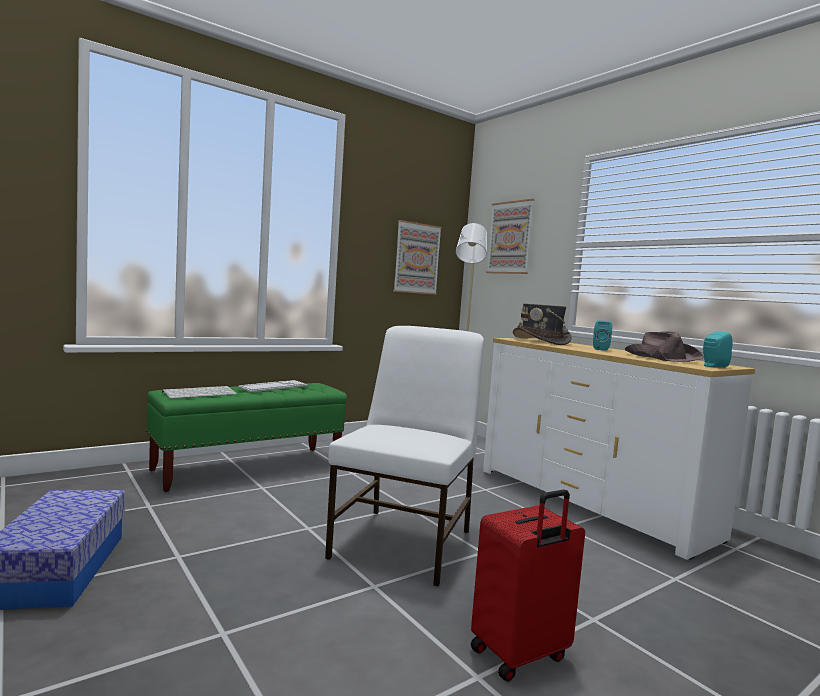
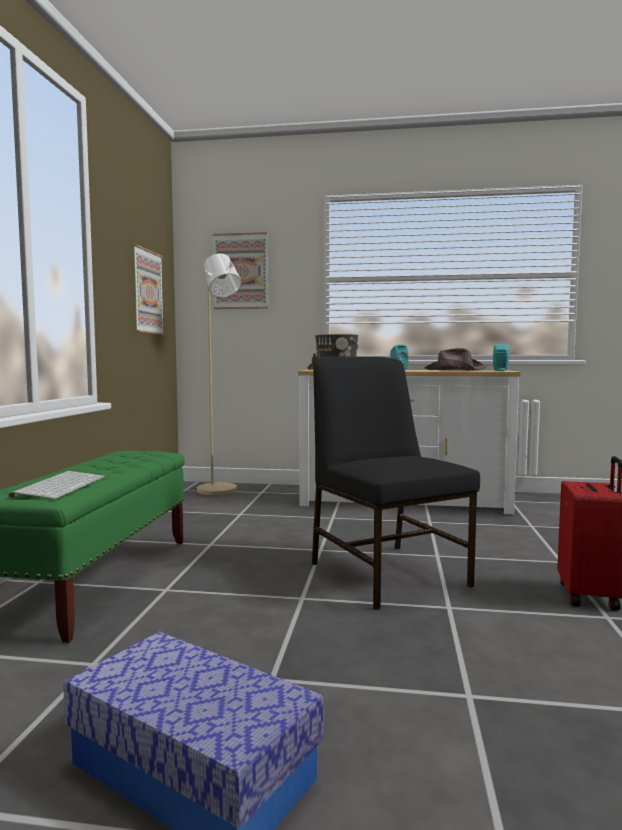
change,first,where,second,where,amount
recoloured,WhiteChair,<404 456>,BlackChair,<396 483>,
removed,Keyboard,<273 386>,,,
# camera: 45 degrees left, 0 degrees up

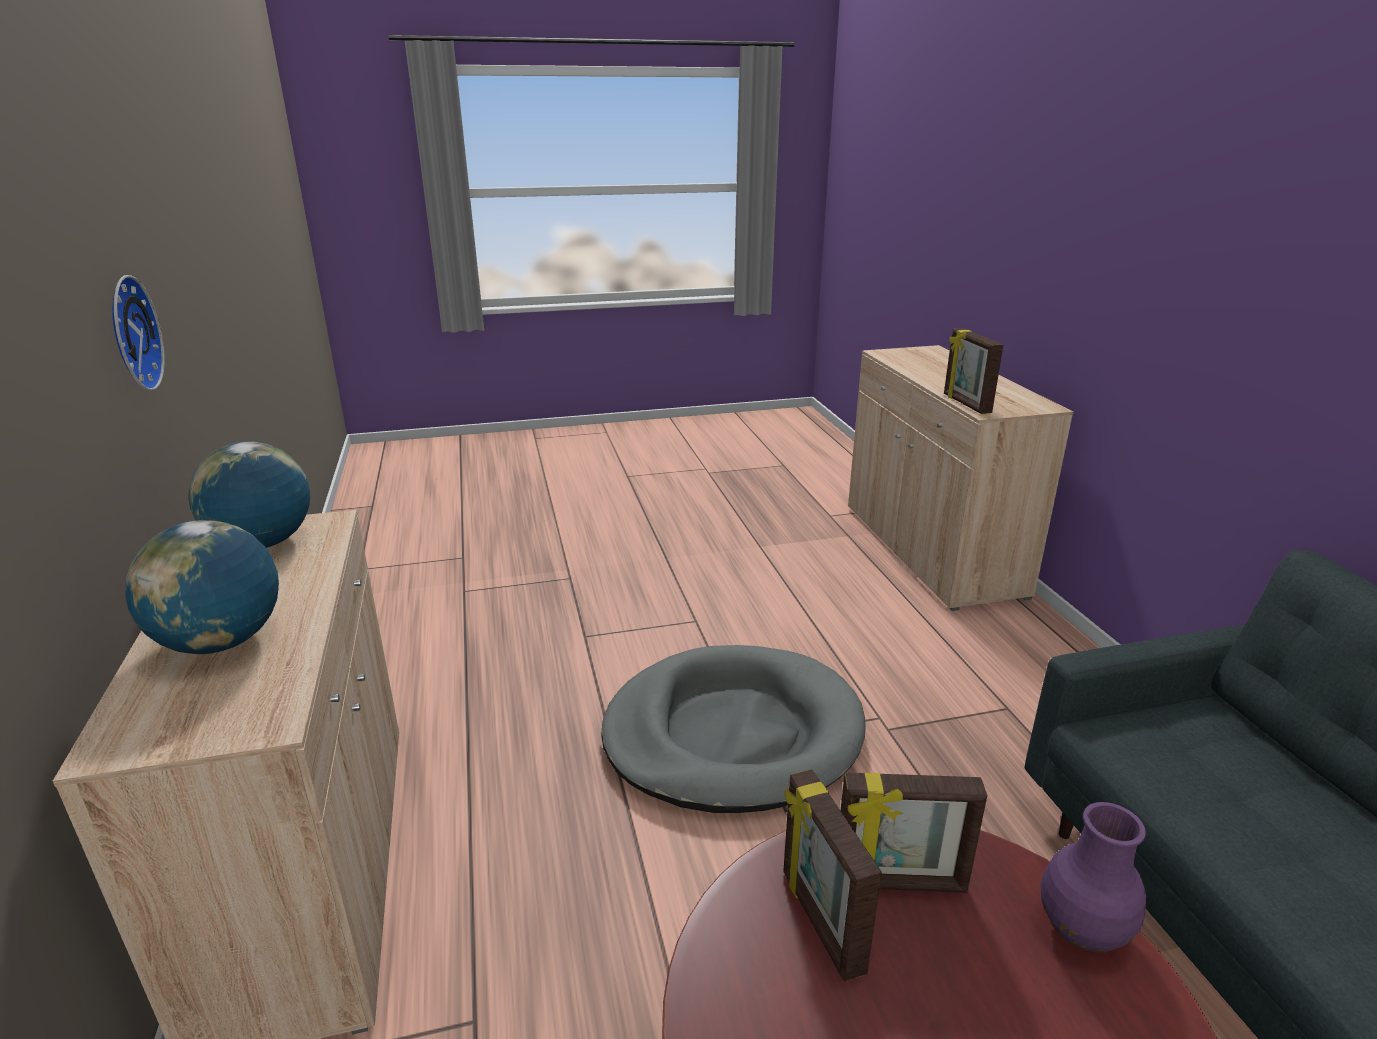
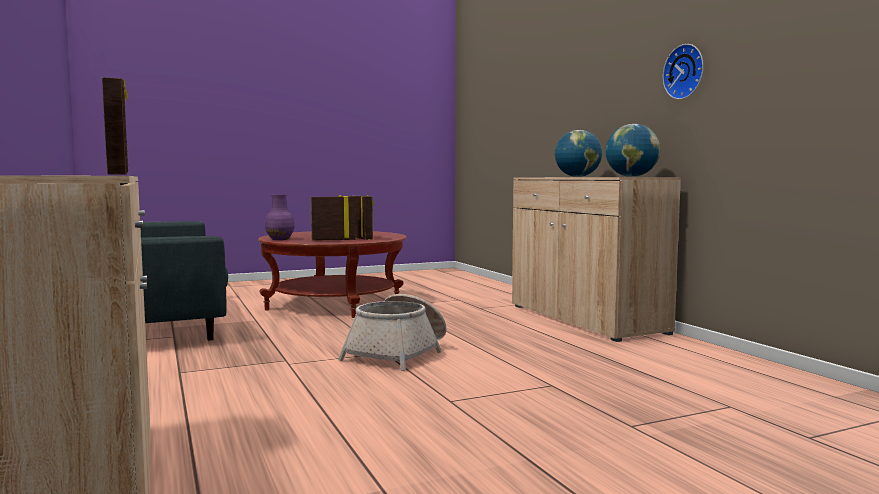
change,first,where,second,where,amount
replaced,GreyDogBed,<733 729>,Basket,<392 332>,
# camera: 170 degrees right, 20 degrees down

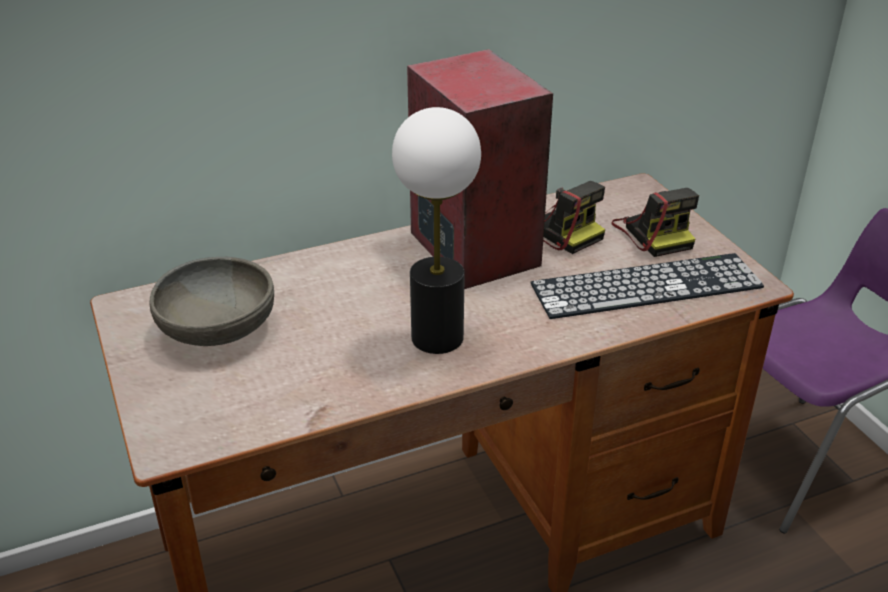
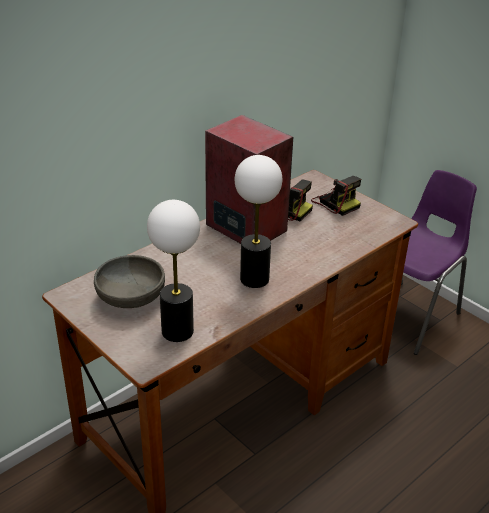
change,first,where,second,where,amount
added,,,TableLamp,<173 271>,
removed,Keyboard,<647 286>,,,
# camera: 20 degrees left, 0 degrees up

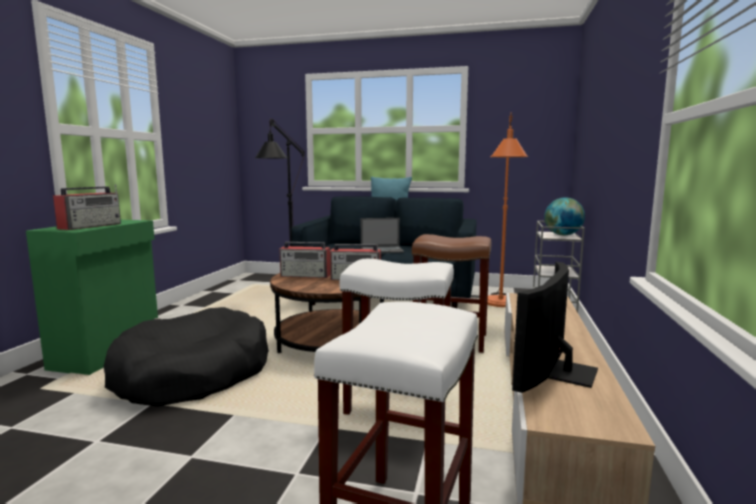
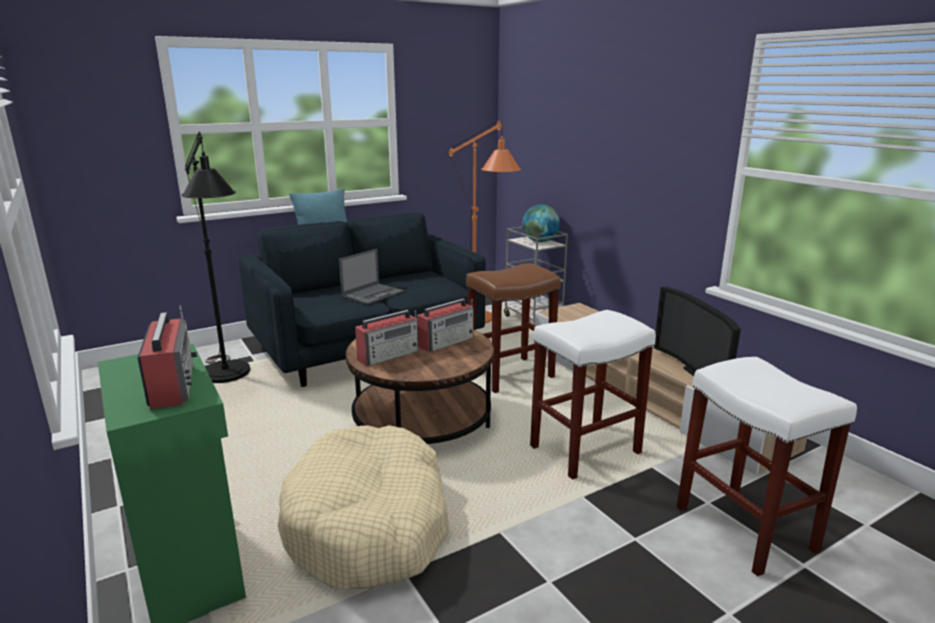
change,first,where,second,where,amount
recoloured,BlackDogBed,<186 357>,BeigeDogBed,<363 507>,
# camera: 45 degrees left, 10 degrees up

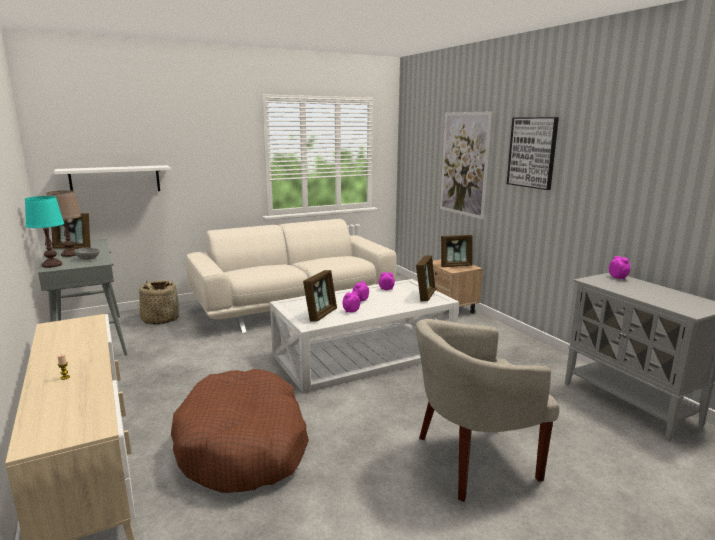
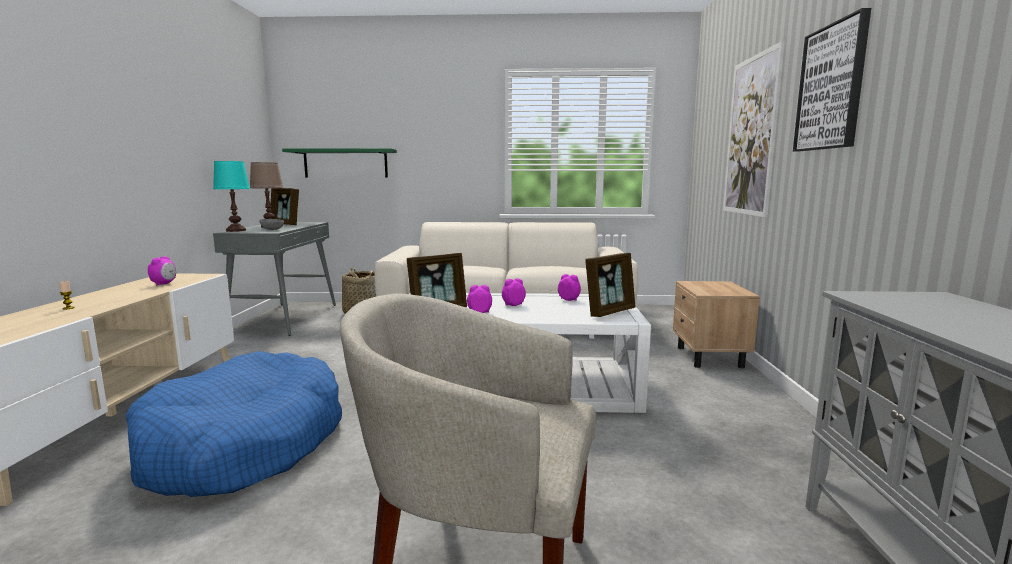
change,first,where,second,where,amount
recoloured,BrownDogBed,<240 431>,BlueDogBed,<234 424>,
moved,AlarmClock,<620 268>,,<162 270>,
recoloured,WhiteShelf,<112 178>,GreenShelf,<339 162>,
removed,PictureFrame,<457 251>,,,
# camera: 30 degrees right, 5 degrees down

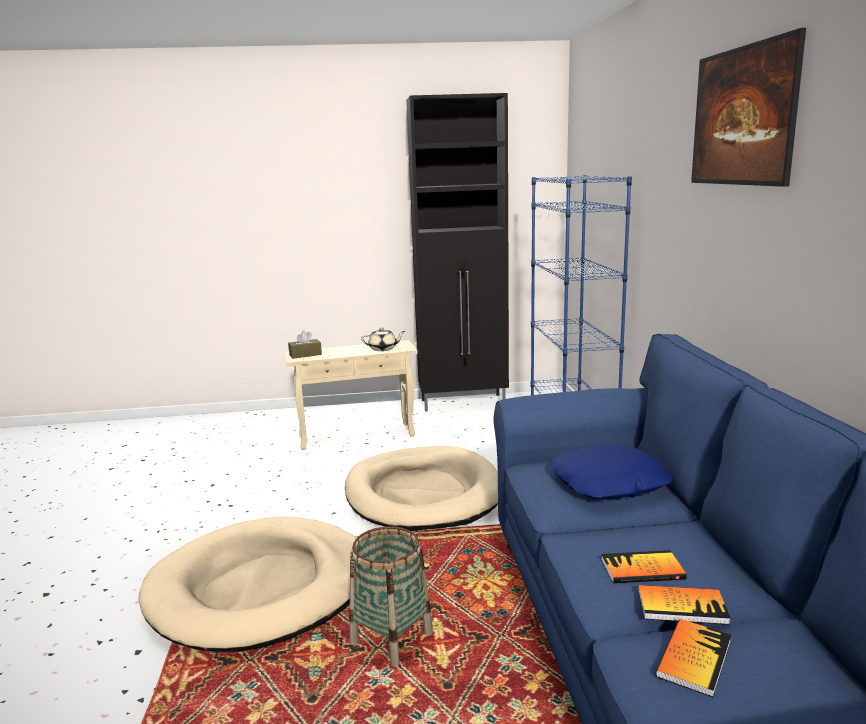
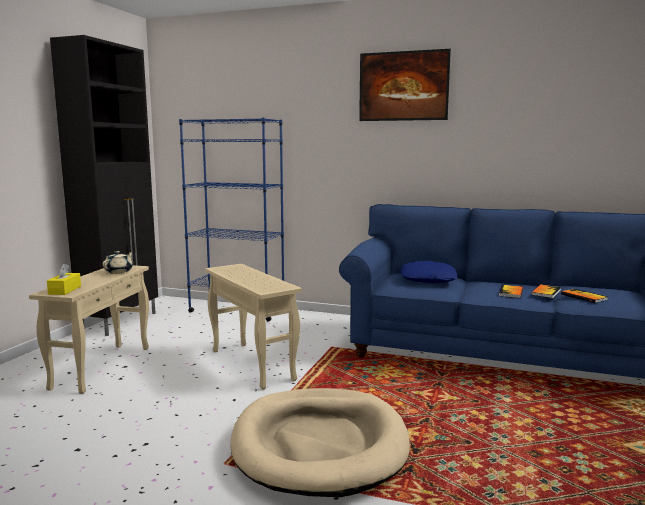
change,first,where,second,where,amount
recoloured,BrownTissueBox,<305 344>,YellowTissueBox,<64 279>,
replaced,BeigeDogBed,<421 488>,BeigeSideTable,<253 327>,
removed,Basket,<391 596>,,,
# camera: 65 degrees left, 5 degrees down

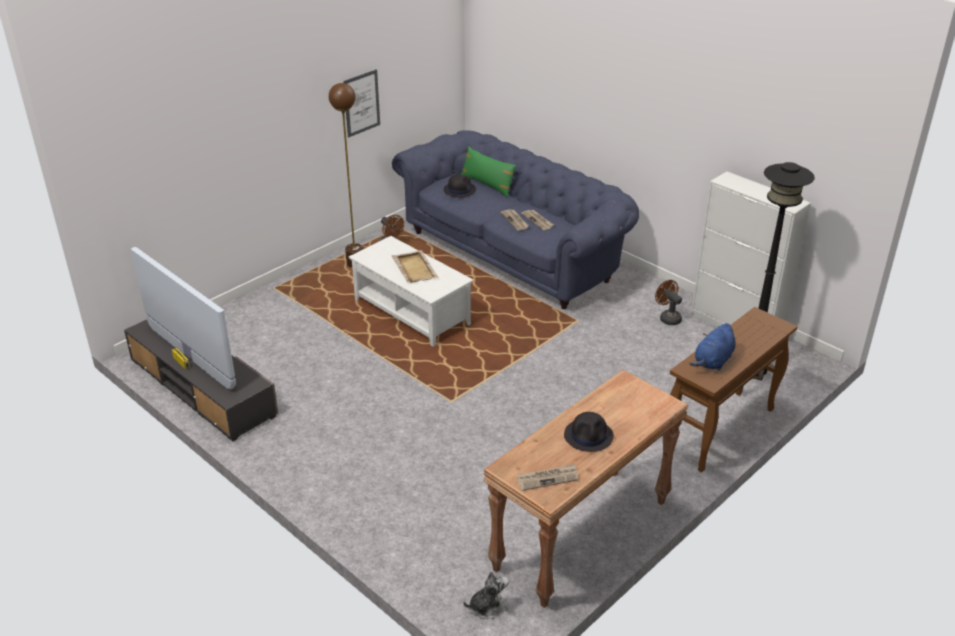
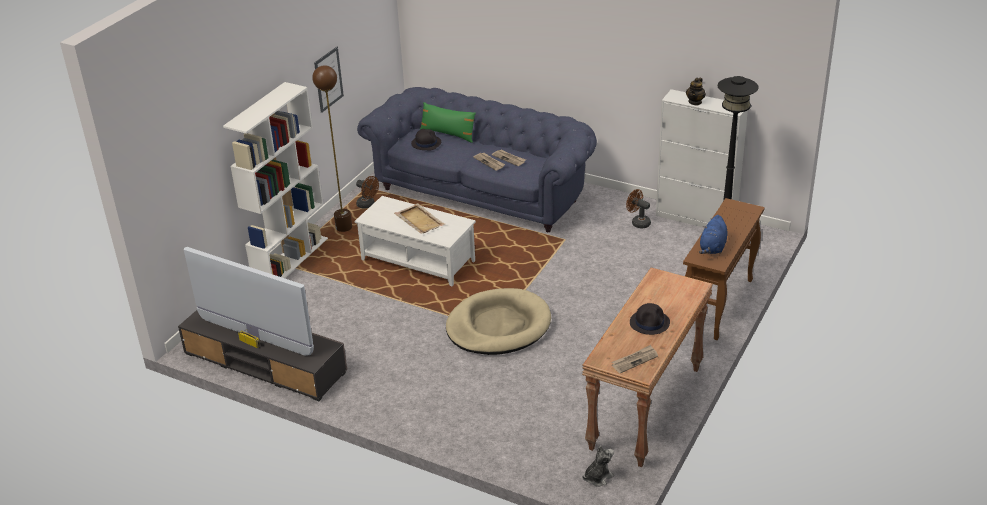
change,first,where,second,where,amount
added,,,WhiteBookcase,<275 180>,
added,,,BeigeDogBed,<498 321>,
added,,,Teapot,<696 91>,
# camera: 15 degrees left, 0 degrees up

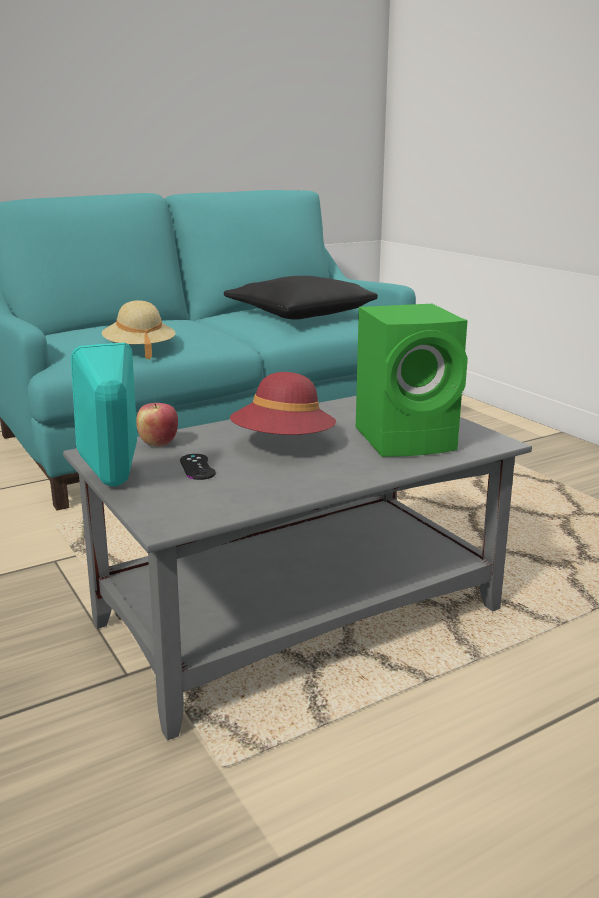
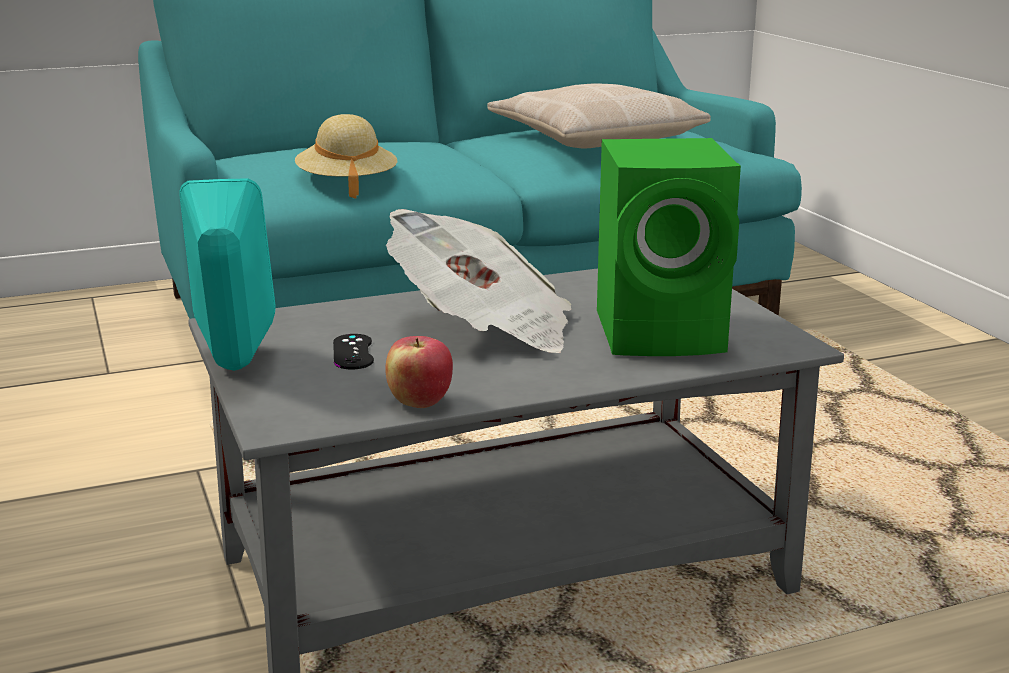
change,first,where,second,where,amount
moved,Apple,<157 424>,,<419 372>,
replaced,RedHat,<283 403>,Newspaper,<478 281>,
recoloured,BlackPillow,<301 298>,BeigePillow,<599 115>,
# camera: 10 degrees right, 0 degrees up

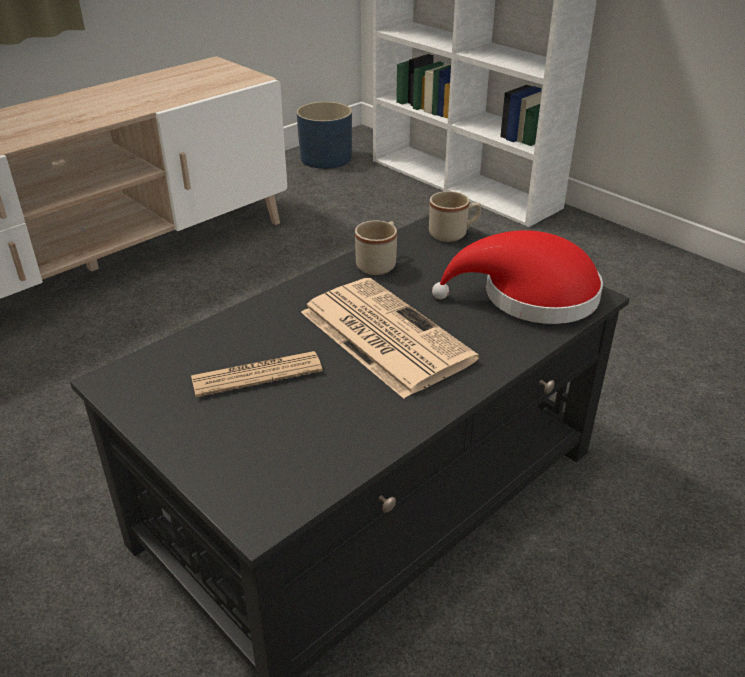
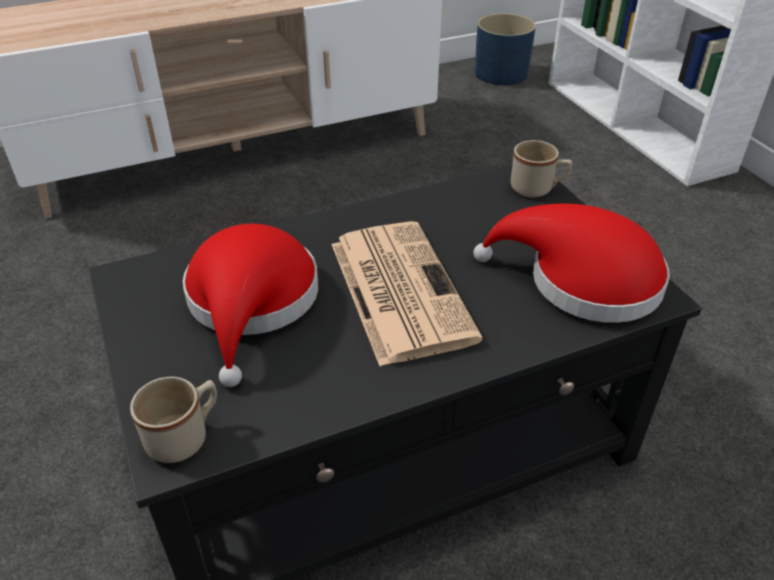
change,first,where,second,where,amount
moved,BeigeMug,<376 248>,,<173 420>,
replaced,Newspaper,<257 374>,RedHat,<250 305>,
# camera: 20 degrees right, 5 degrees up

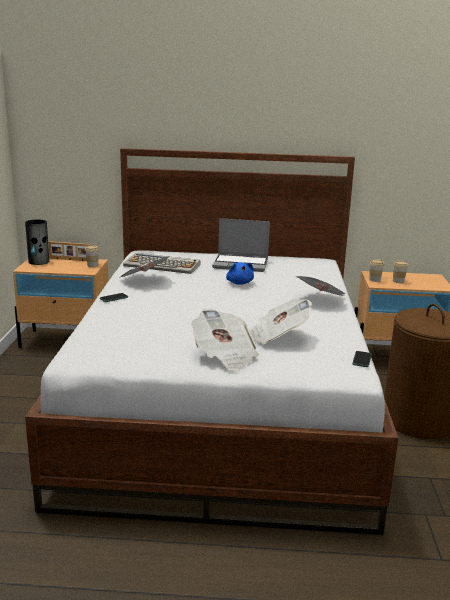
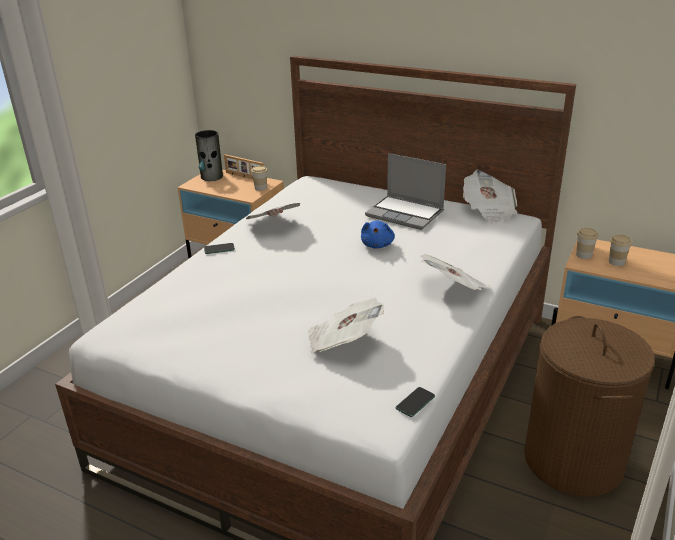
change,first,where,second,where,amount
moved,Newspaper,<225 340>,,<490 196>,
removed,Keyboard,<162 263>,,,
# camera: 25 degrees right, 10 degrees up

